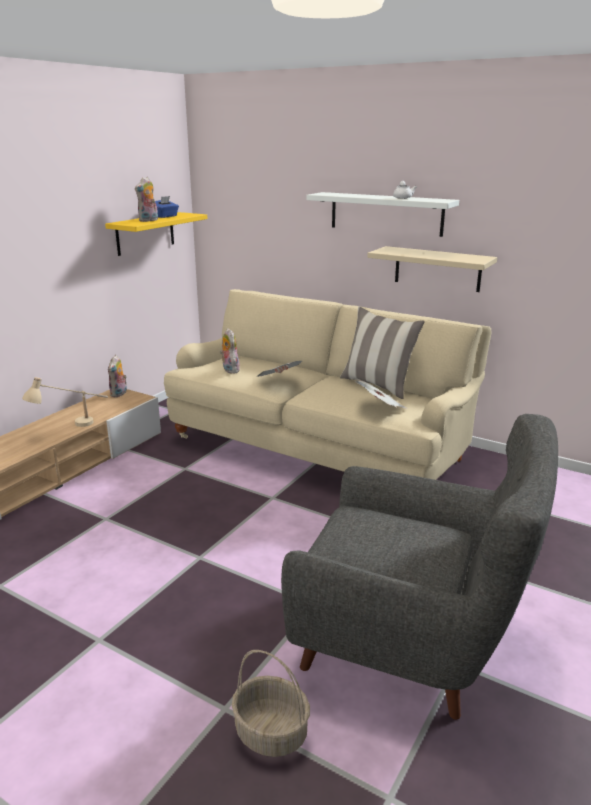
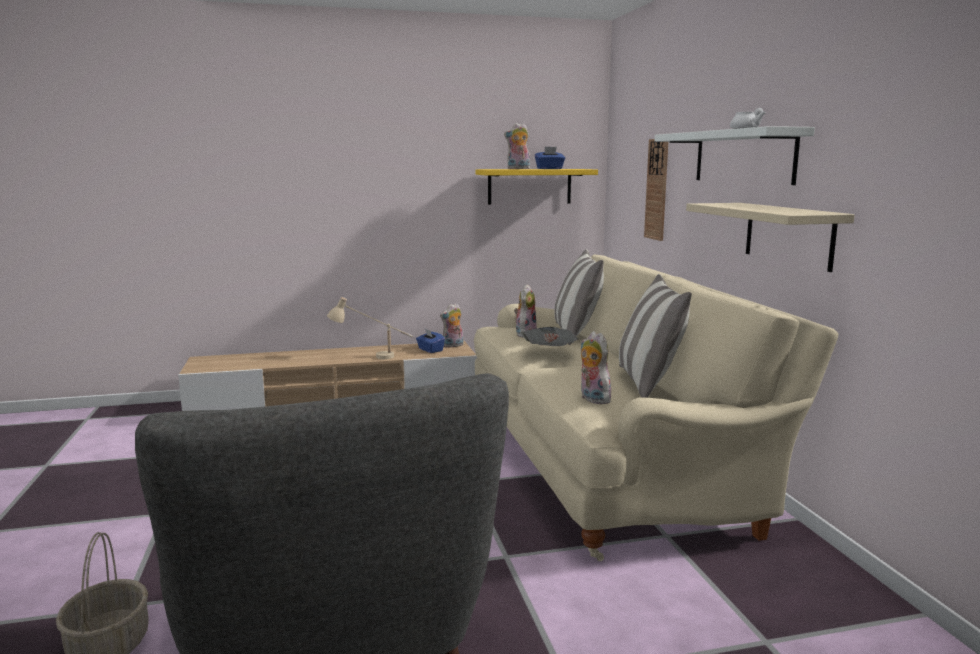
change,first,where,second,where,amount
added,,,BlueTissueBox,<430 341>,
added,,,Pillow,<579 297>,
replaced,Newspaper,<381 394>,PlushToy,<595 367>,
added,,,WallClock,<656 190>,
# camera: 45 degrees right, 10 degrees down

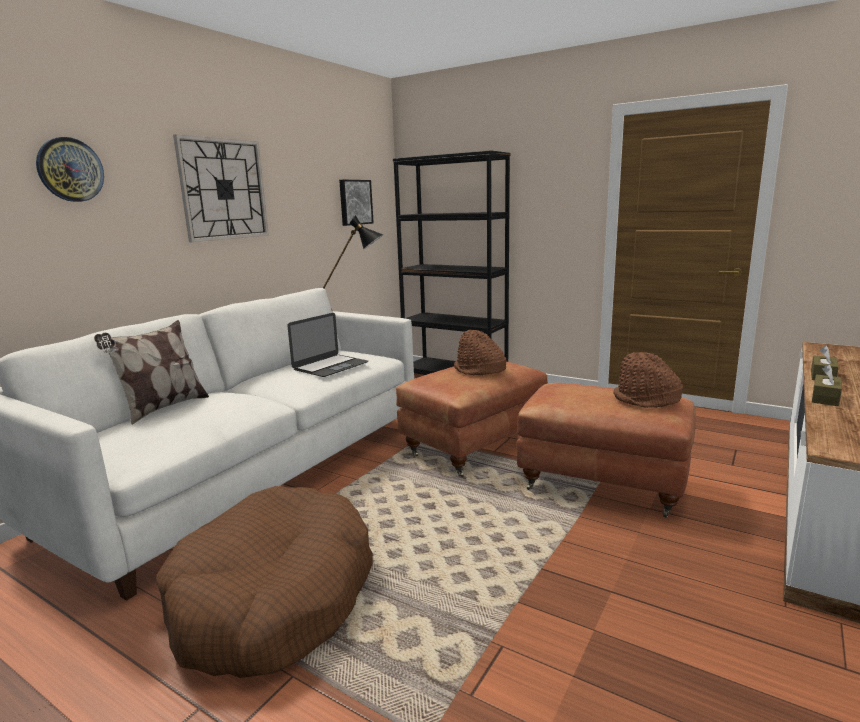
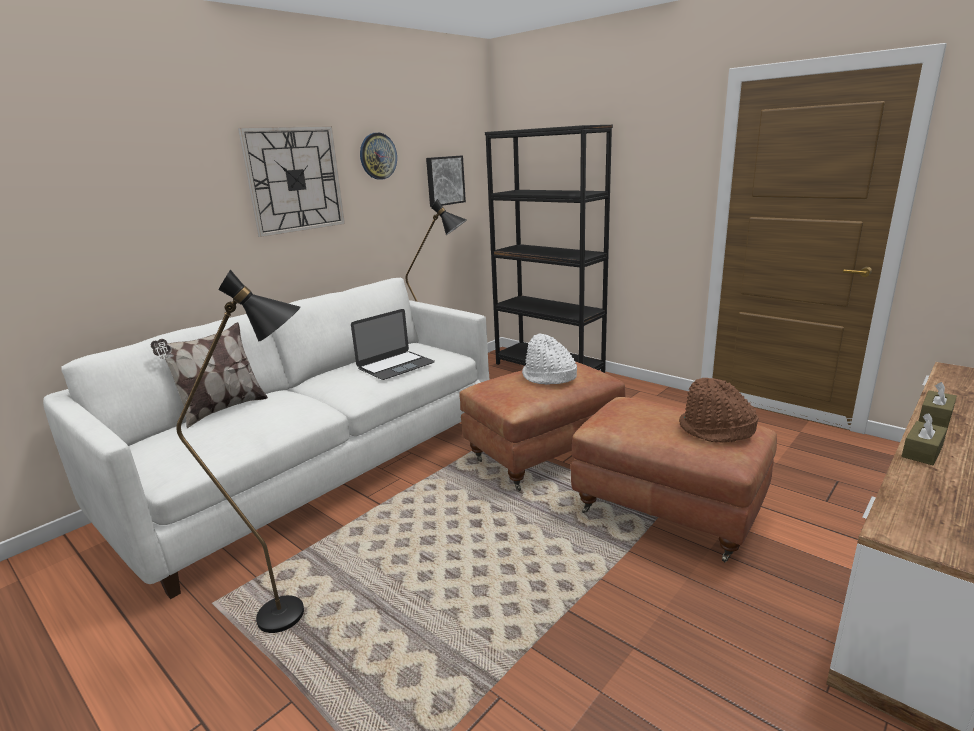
change,first,where,second,where,amount
replaced,BrownDogBed,<264 582>,BlackFloorLamp,<240 451>,
moved,WallClock,<70 169>,,<378 156>,
recoloured,BrownHat,<480 353>,WhiteHat,<549 359>,
# camera: 10 degrees right, 5 degrees up

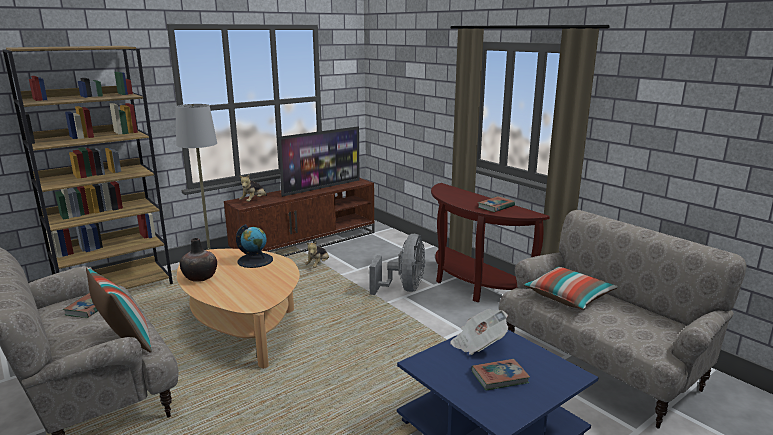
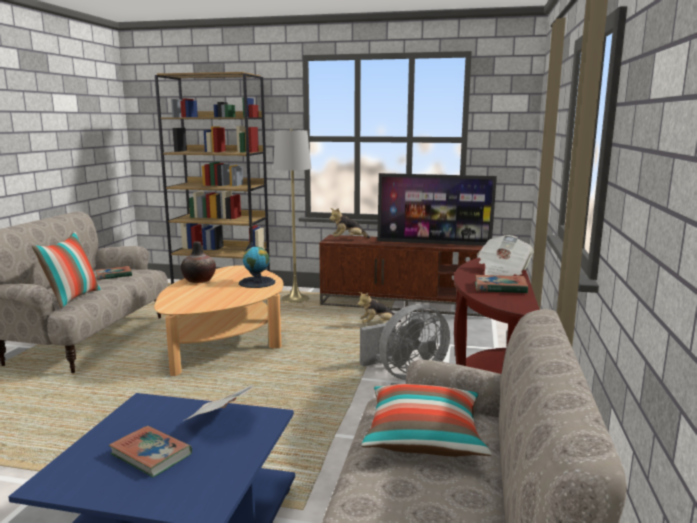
change,first,where,second,where,amount
added,,,Newspaper,<506 255>,
# camera: 50 degrees right, 5 degrees down

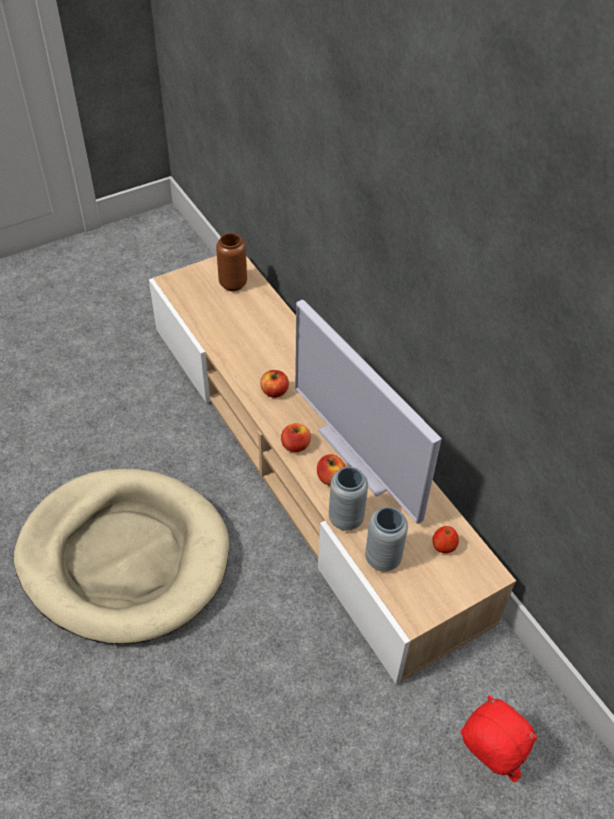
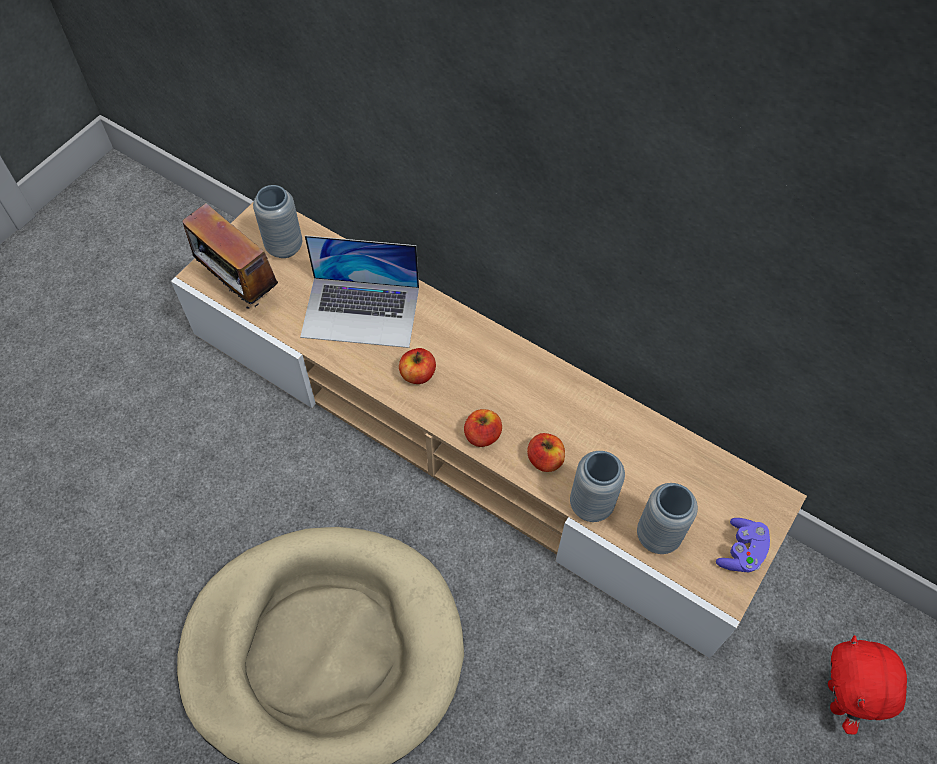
change,first,where,second,where,amount
added,,,Radio,<230 257>,
recoloured,BrownVase,<231 262>,GreyVase,<277 221>,
added,,,Laptop,<359 291>,
added,,,PurpleGameController,<743 545>,
turned,RedPlushToy,<499 738>,,<867 685>,105 degrees counterclockwise
removed,Television,<368 412>,,,
removed,Apple,<446 539>,,,
# camera: 25 degrees left, 10 degrees up

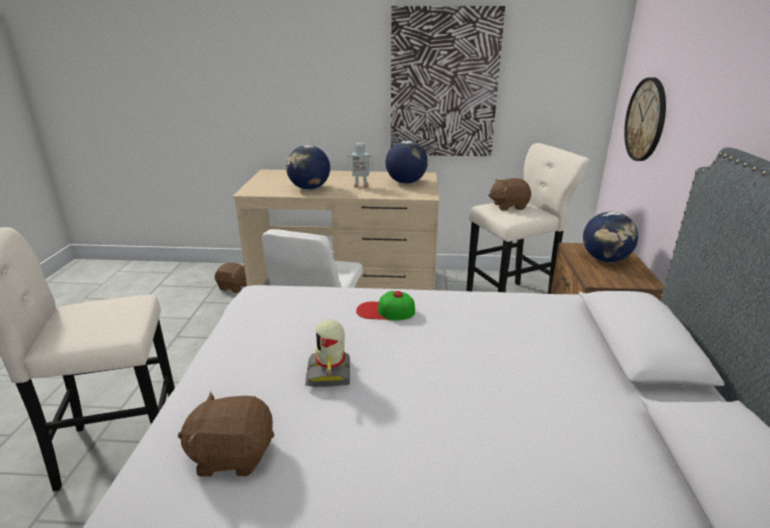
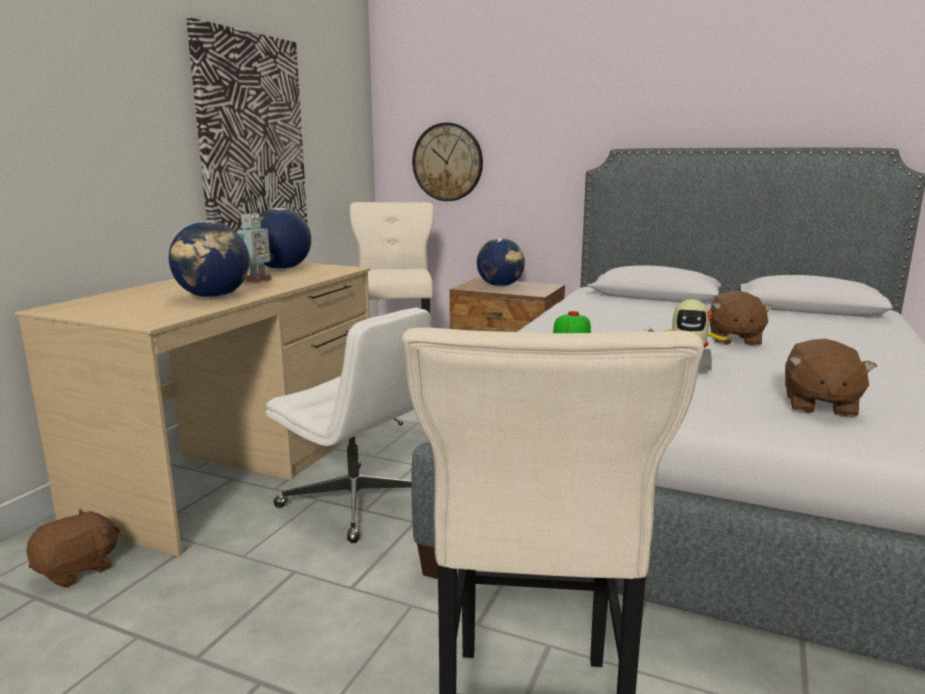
change,first,where,second,where,amount
moved,BrownPlushToy,<509 194>,,<741 318>,
# camera: 70 degrees left, 10 degrees down

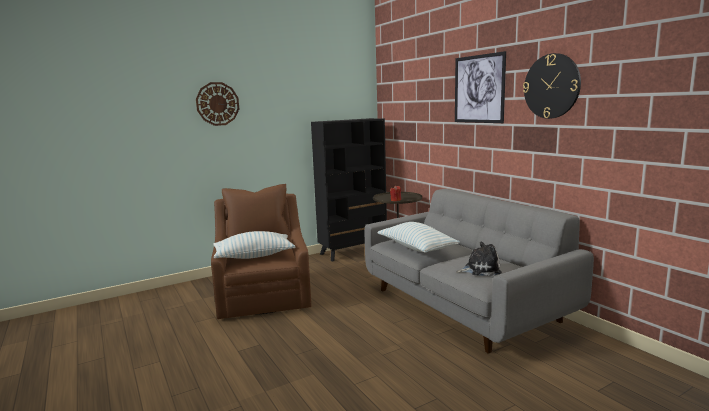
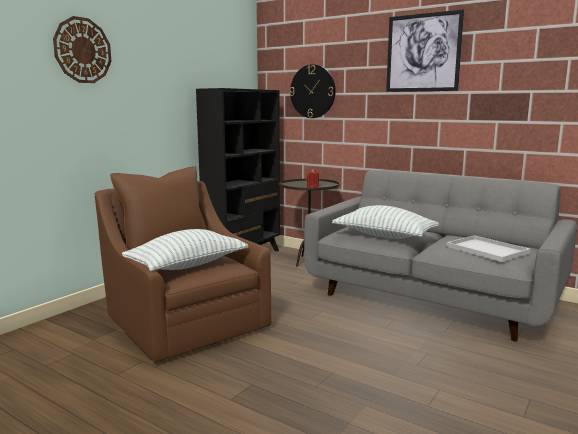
change,first,where,second,where,amount
moved,WallClock,<552 86>,,<313 91>,
replaced,PlushToy,<479 259>,WhiteTray,<488 248>,
# camera: 25 degrees left, 0 degrees up

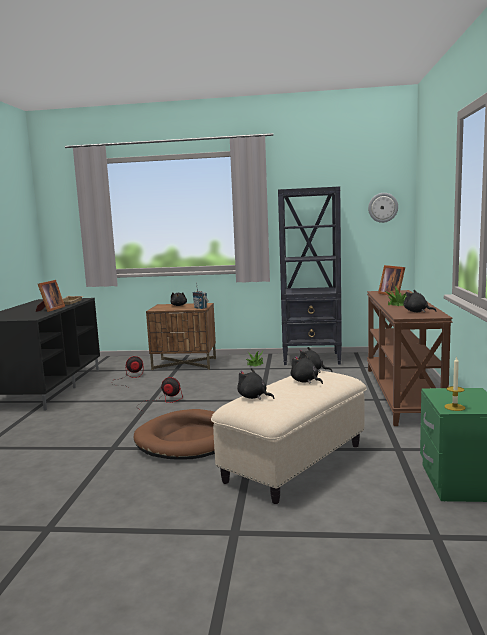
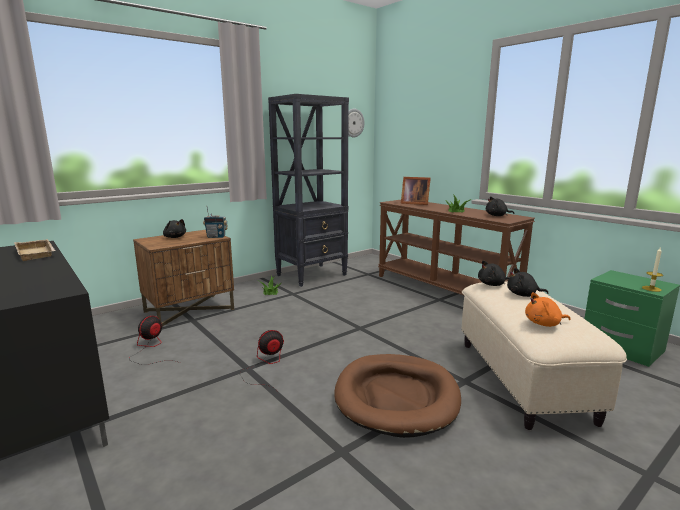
change,first,where,second,where,amount
recoloured,BlackPlushToy,<256 384>,OrangePlushToy,<548 309>,
removed,PictureFrame,<50 296>,,,
# camera: 45 degrees left, 5 degrees up

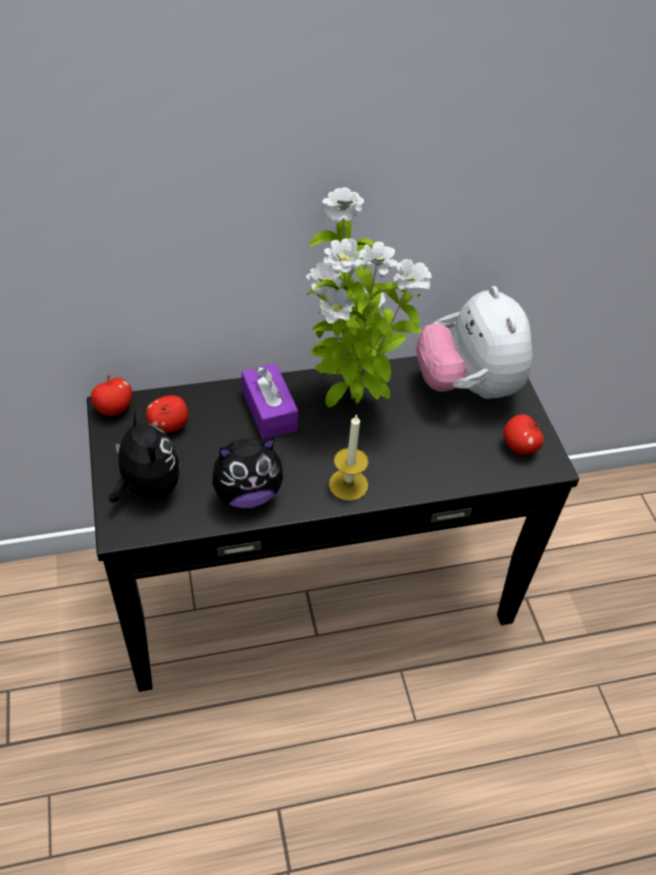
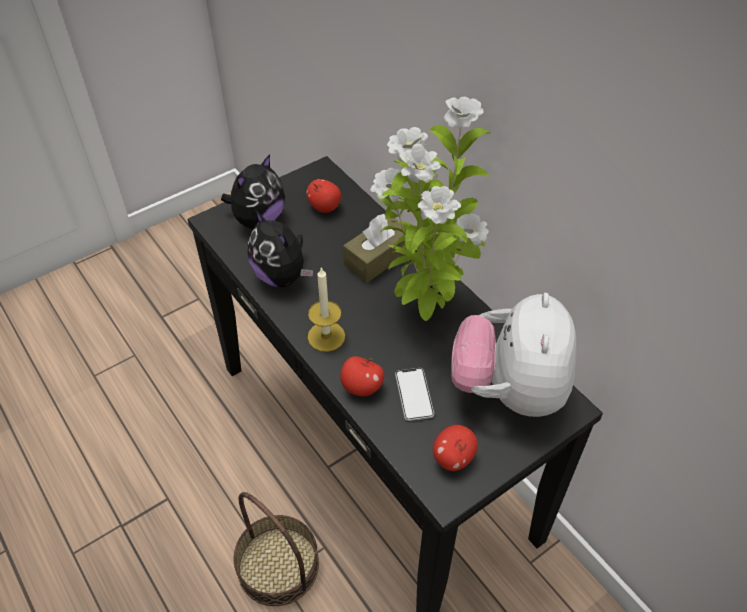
change,first,where,second,where,amount
added,,,Basket,<276 549>,
moved,Apple,<111 395>,,<362 376>,
recoloured,PurpleTissueBox,<270 401>,BrownTissueBox,<374 248>,
added,,,Phone,<414 394>,
turned,PlushToy,<474 342>,,<514 355>,45 degrees counterclockwise
# camera: 70 degrees right, 0 degrees up

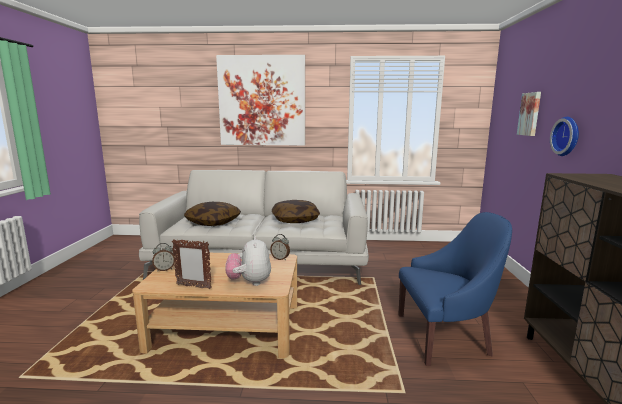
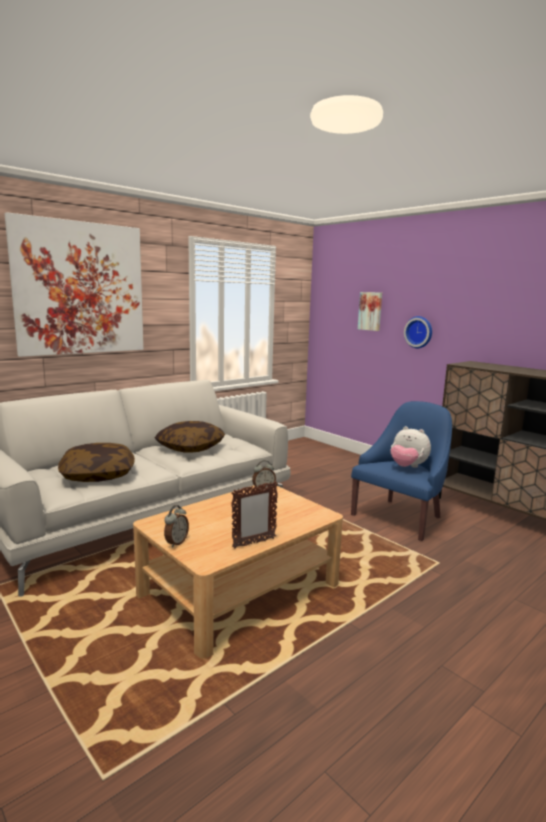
change,first,where,second,where,amount
moved,PlushToy,<248 261>,,<410 447>,
# camera: 45 degrees left, 0 degrees up

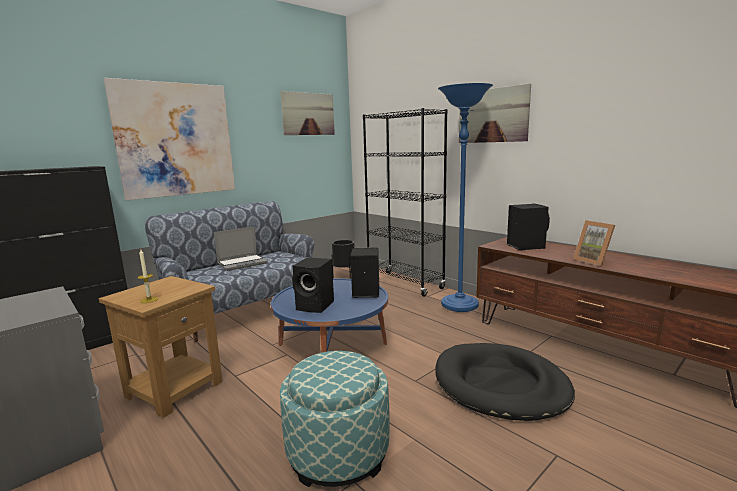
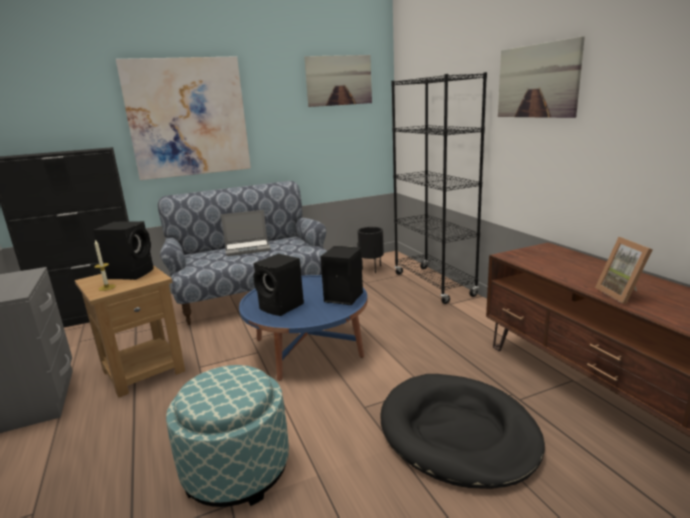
change,first,where,second,where,amount
moved,BlackSpeaker,<528 227>,,<123 250>,
removed,BlueFloorLamp,<465 197>,,,
# camera: 20 degrees right, 5 degrees up

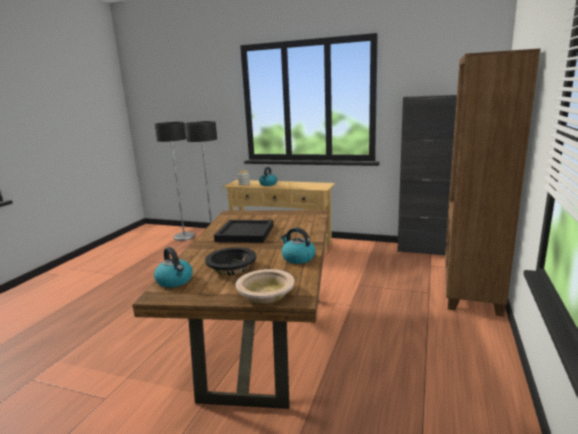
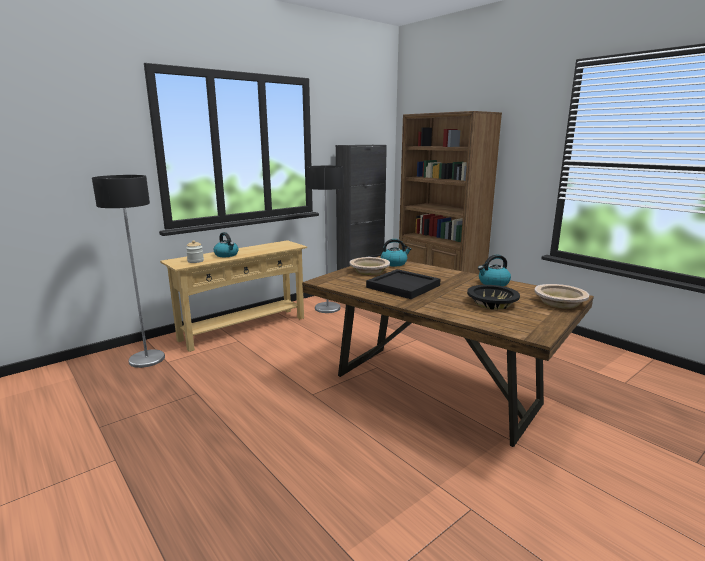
change,first,where,second,where,amount
moved,FloorLamp,<174 181>,,<325 239>,
added,,,BeigeBowl,<370 266>,
moved,Kettle,<173 267>,,<396 253>,
# camera: 60 degrees left, 0 degrees up

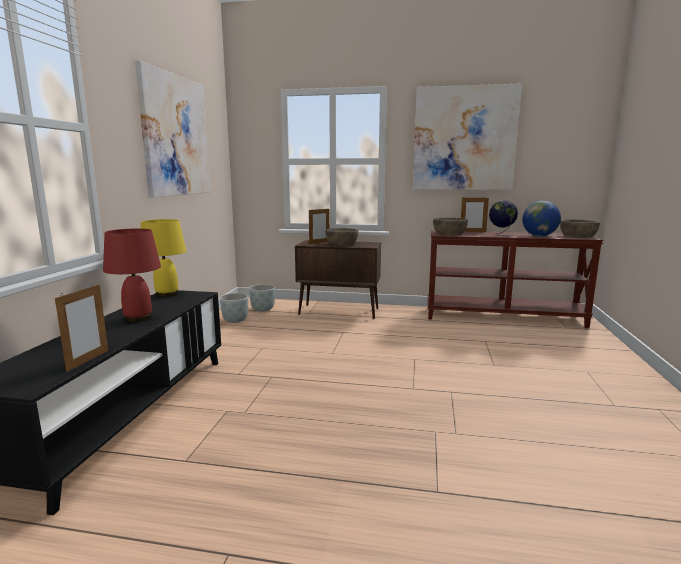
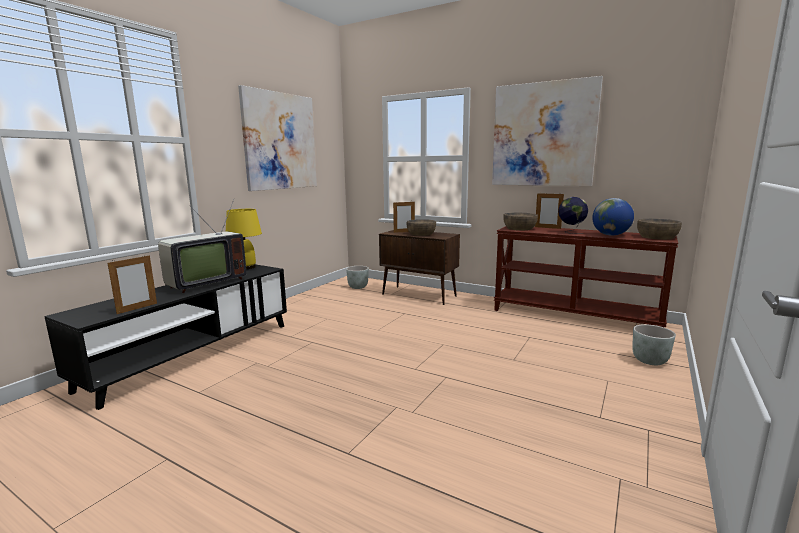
change,first,where,second,where,amount
replaced,RedTableLamp,<132 275>,Television,<202 245>,
moved,GreyPlanter,<234 308>,,<654 344>,
# camera: 20 degrees right, 0 degrees up

